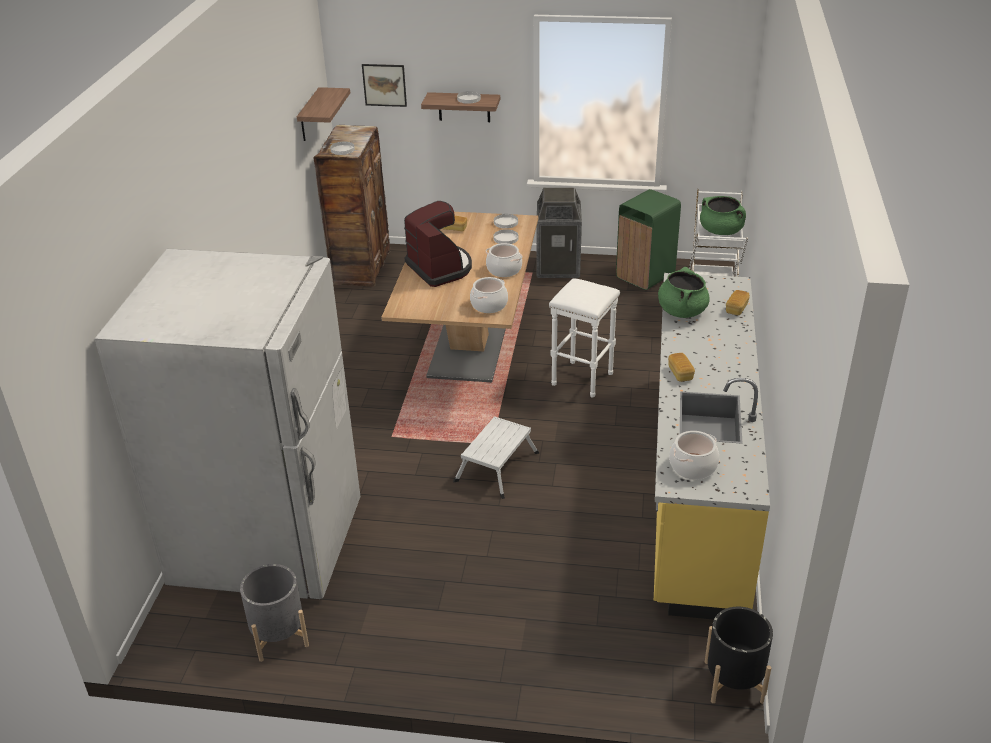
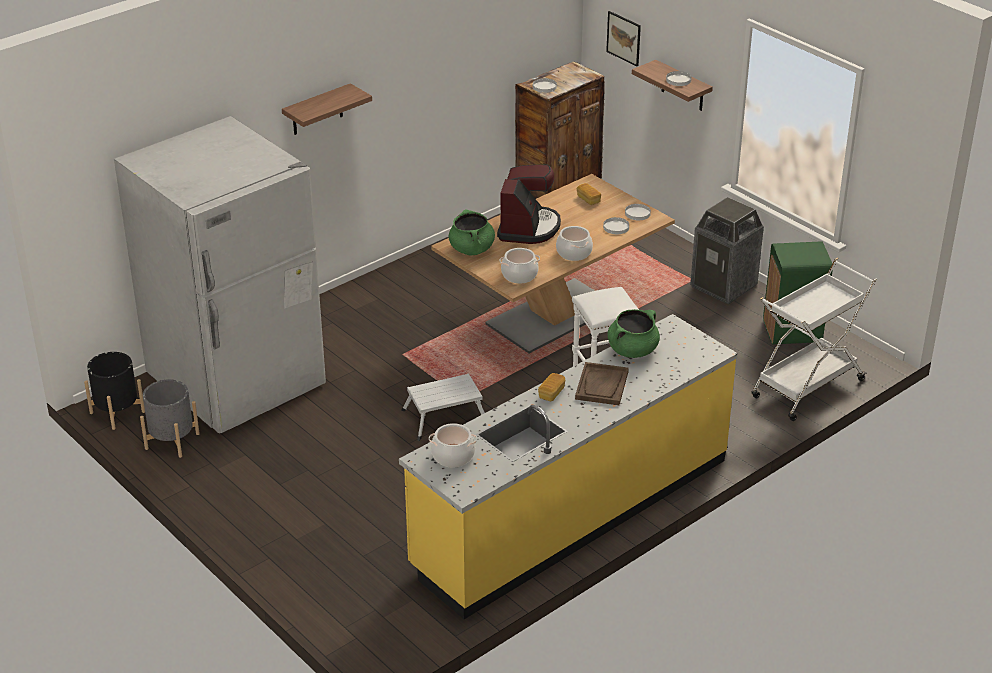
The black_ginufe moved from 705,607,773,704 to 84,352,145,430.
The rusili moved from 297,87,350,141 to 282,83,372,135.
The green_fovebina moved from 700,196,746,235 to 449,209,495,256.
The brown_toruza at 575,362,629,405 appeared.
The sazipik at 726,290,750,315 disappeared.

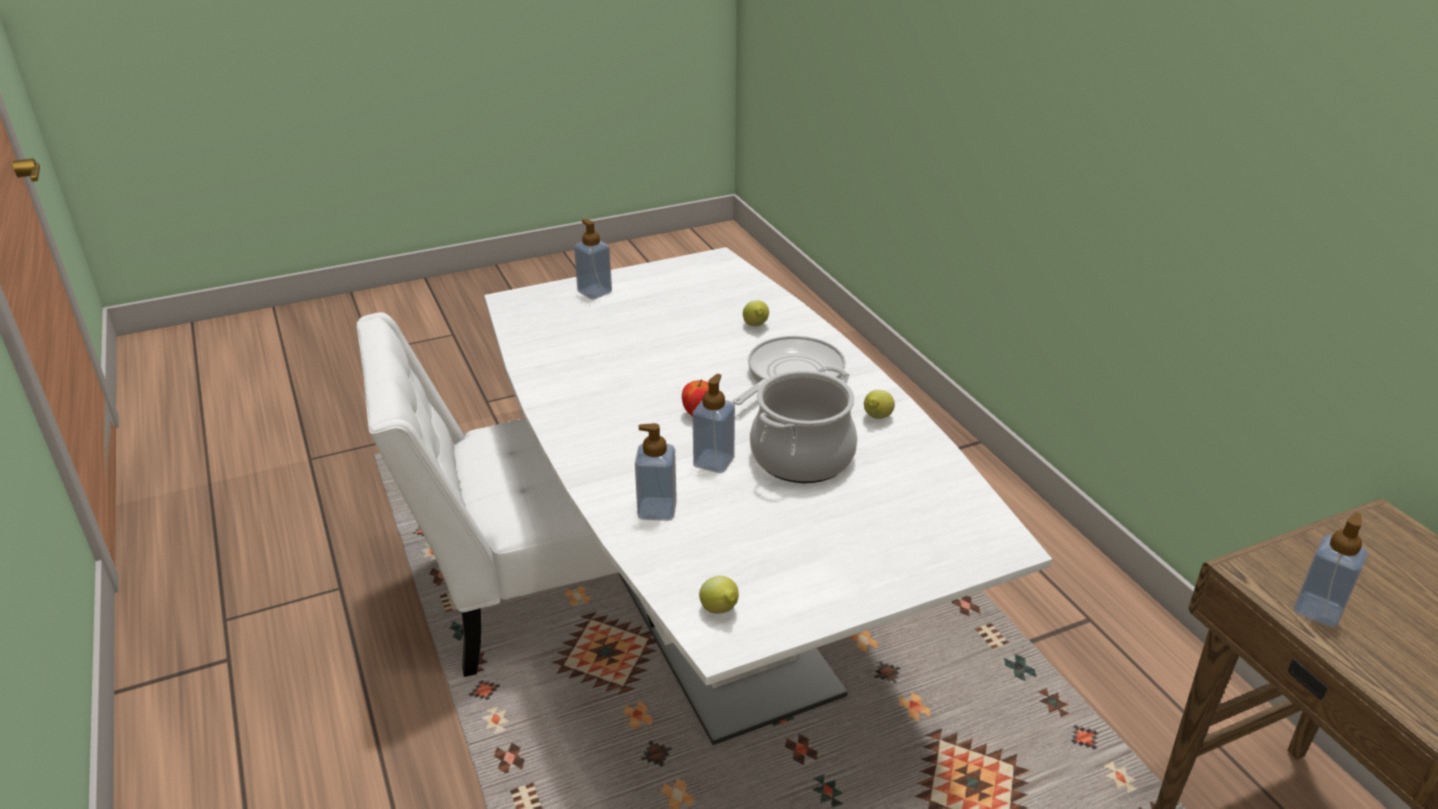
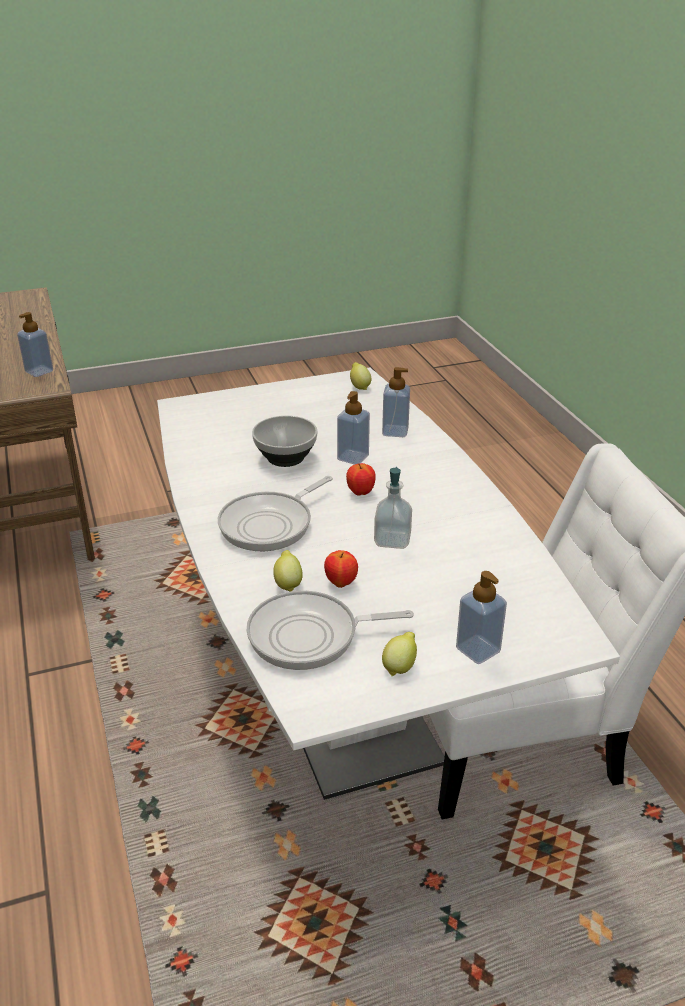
The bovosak at 246,591,414,670 appeared.
The fovebina at 750,366,858,483 was replaced by the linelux at 252,416,318,467.
The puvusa at 324,550,358,588 appeared.
The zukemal at 374,467,412,549 appeared.
The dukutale moved from 864,390,895,419 to 382,632,417,676.

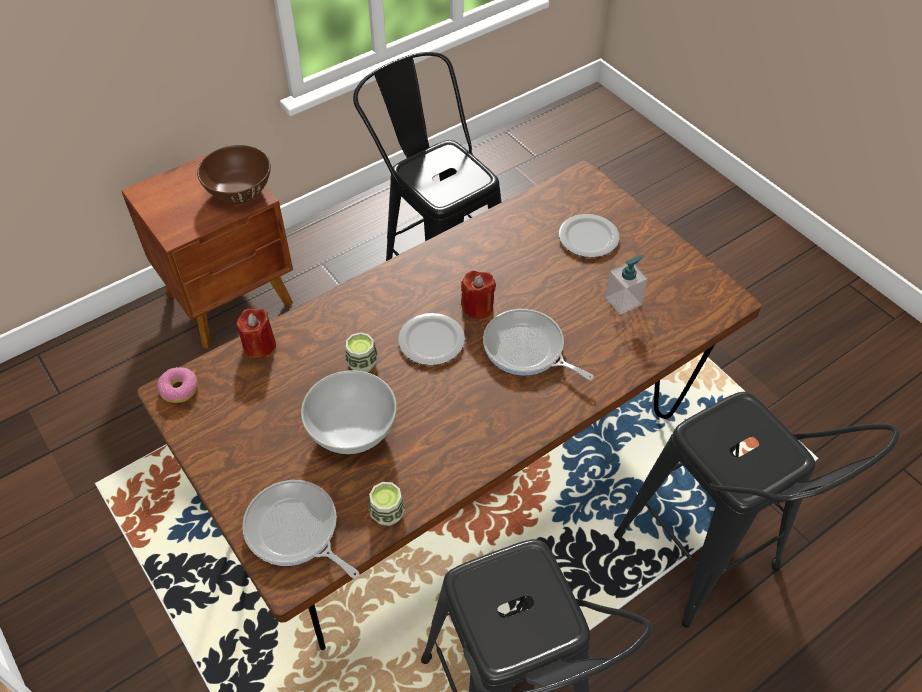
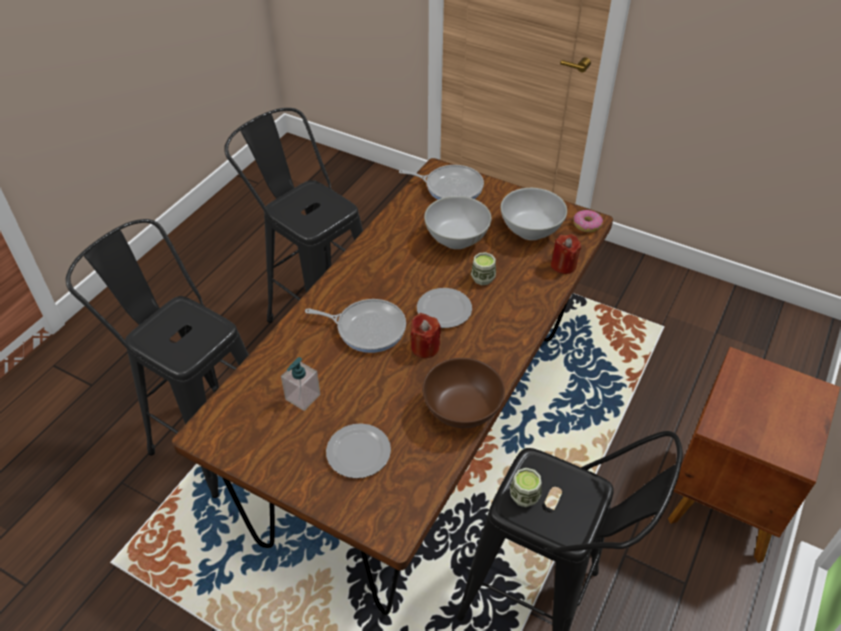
The brown_linelux moved from 197,145,271,204 to 422,358,505,428.
The white_linelux at 501,188,567,240 appeared.
The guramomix moved from 369,482,405,526 to 510,468,542,507.

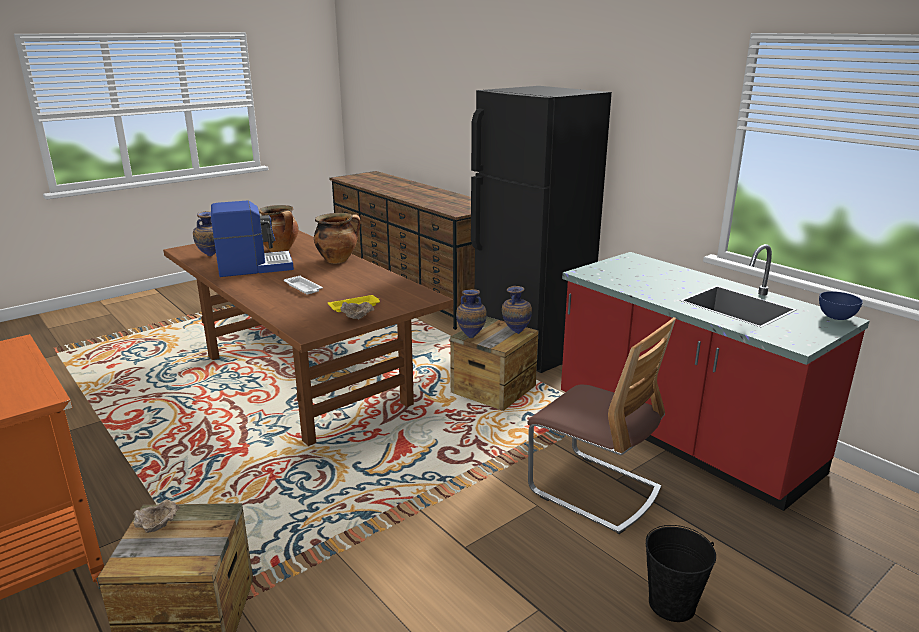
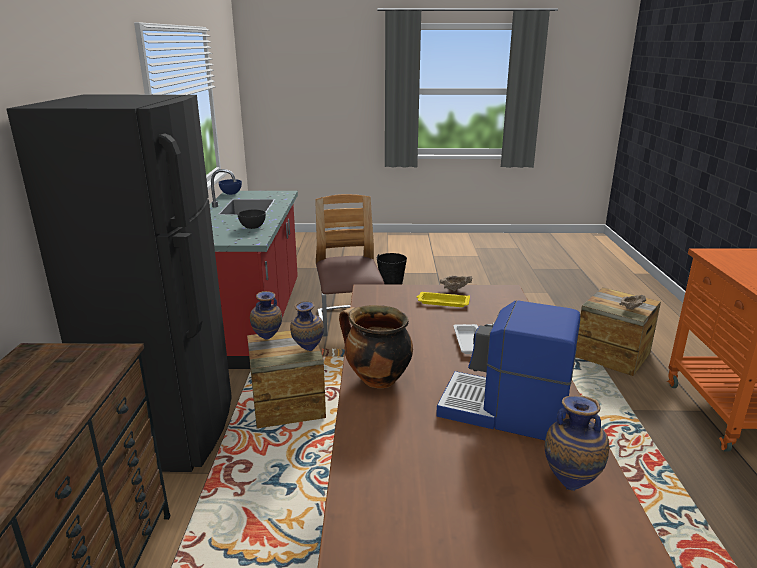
The grey_linelux at 238,209,266,229 appeared.
The fovebina at 259,205,299,252 disappeared.

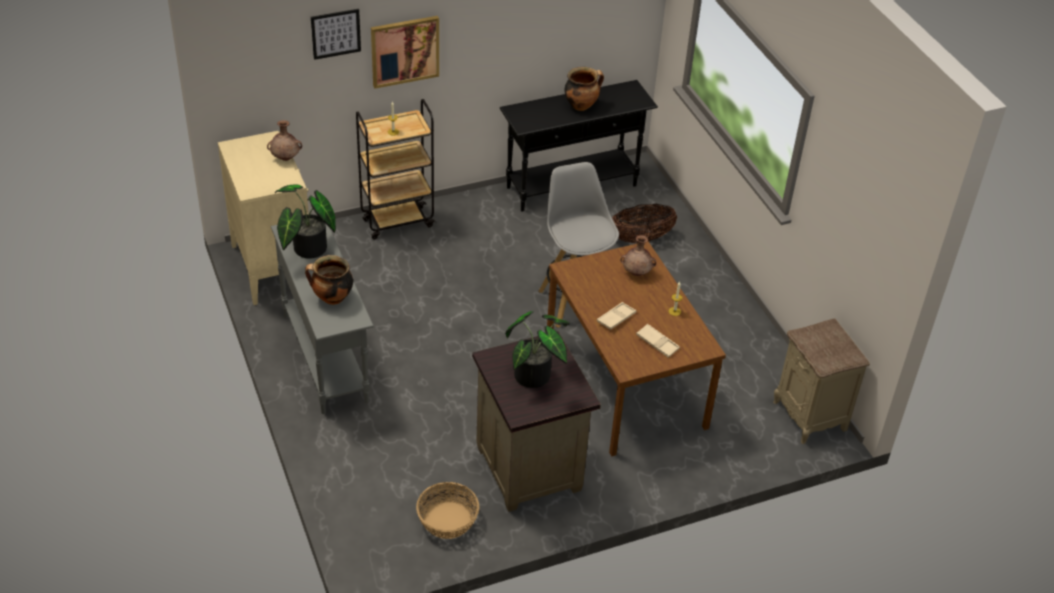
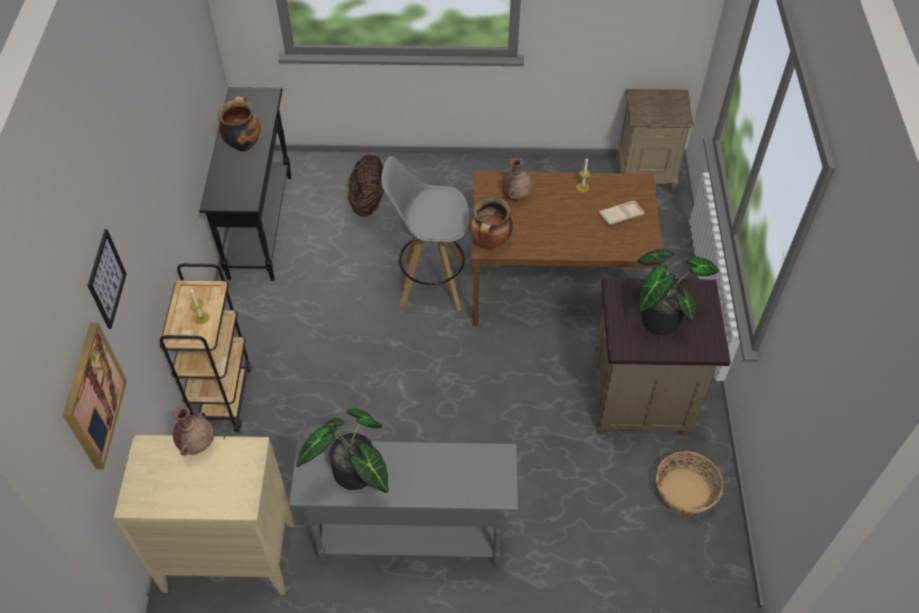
The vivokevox moved from 371,16,439,89 to 63,322,127,469.
The fovebina moved from 305,255,353,305 to 469,198,513,249.
The beige_toruza at 597,302,636,330 disappeared.

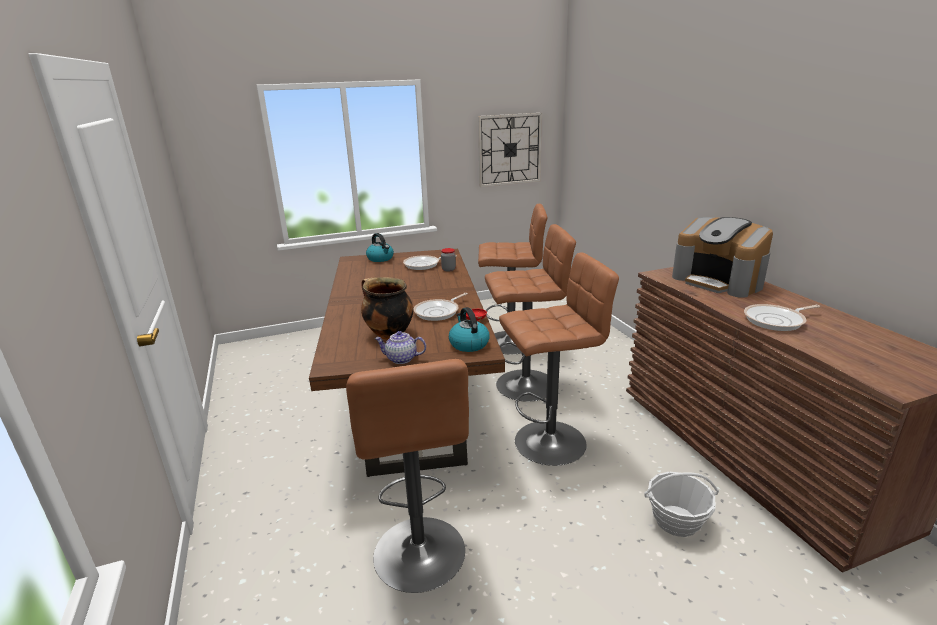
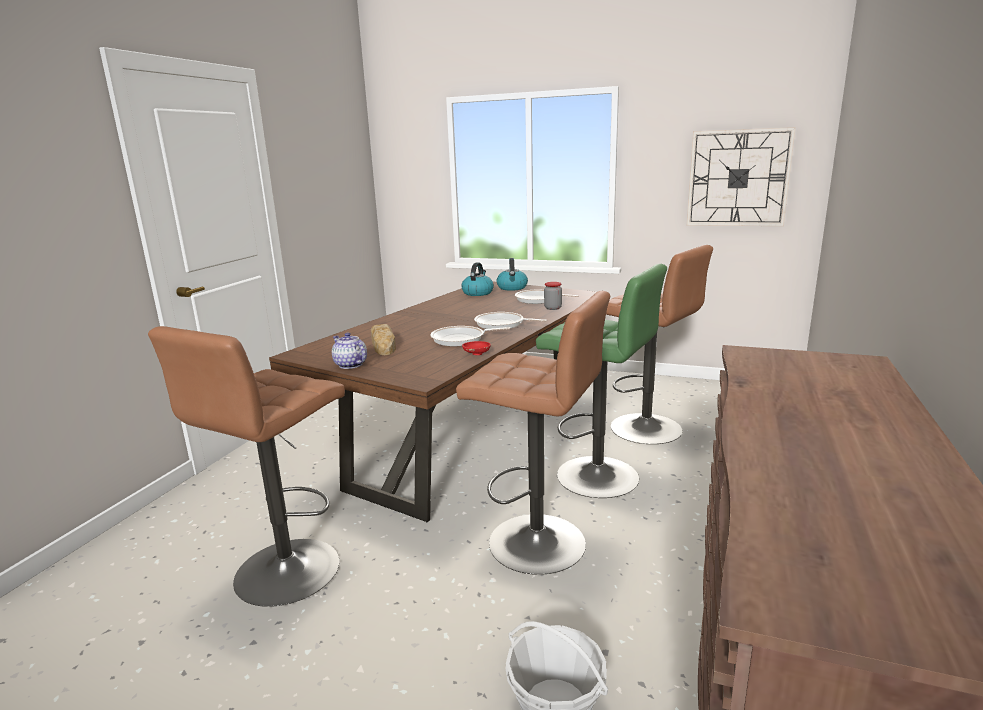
The fovebina at 361,277,413,340 was replaced by the sazipik at 371,324,396,355.
The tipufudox moved from 449,307,490,352 to 461,262,494,296.
The bovosak moved from 744,304,820,331 to 474,312,547,329.
The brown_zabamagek at 485,224,576,402 became the green_zabamagek at 536,264,667,498.
The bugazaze at 672,217,773,298 disappeared.

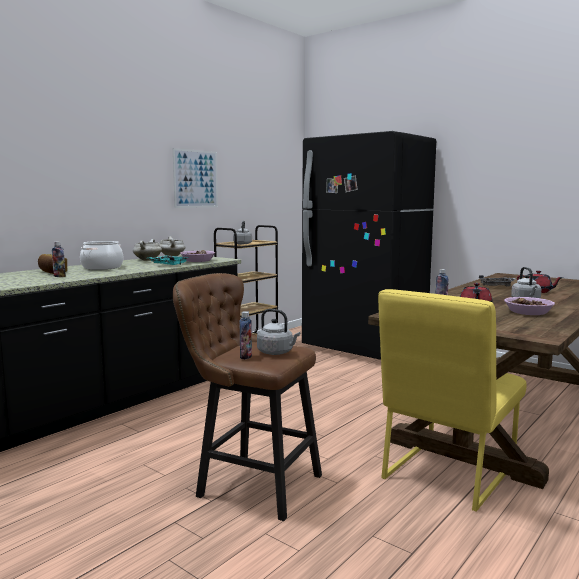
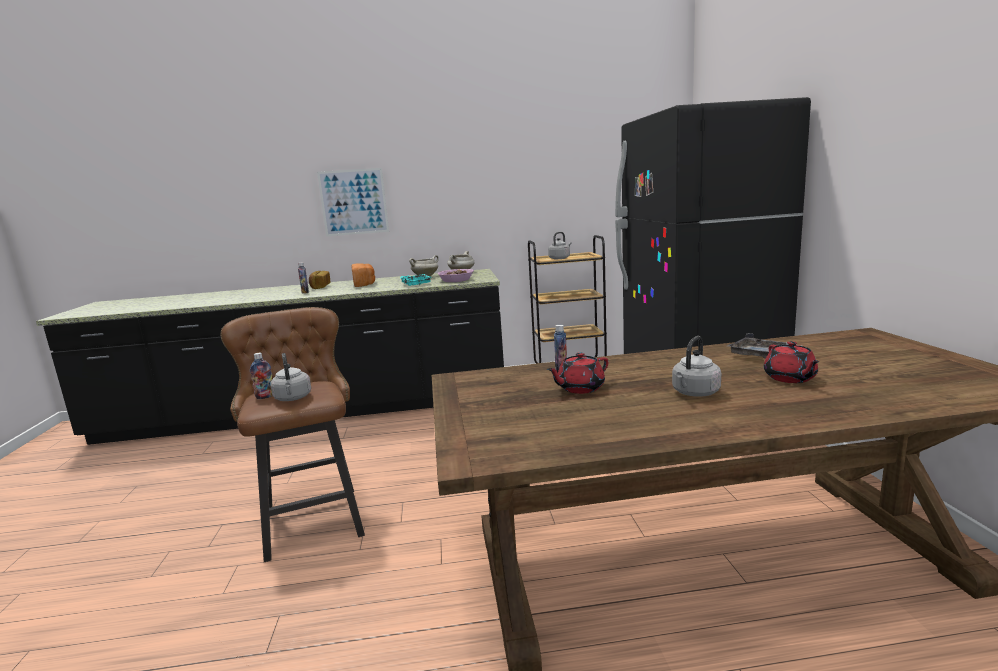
The vivokevox moved from 173,148,218,208 to 317,168,389,236.
The fovebina at 80,241,123,270 was replaced by the sazipik at 351,263,375,287.
The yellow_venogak at 378,289,527,512 disappeared.
The linelux at 504,297,555,315 disappeared.

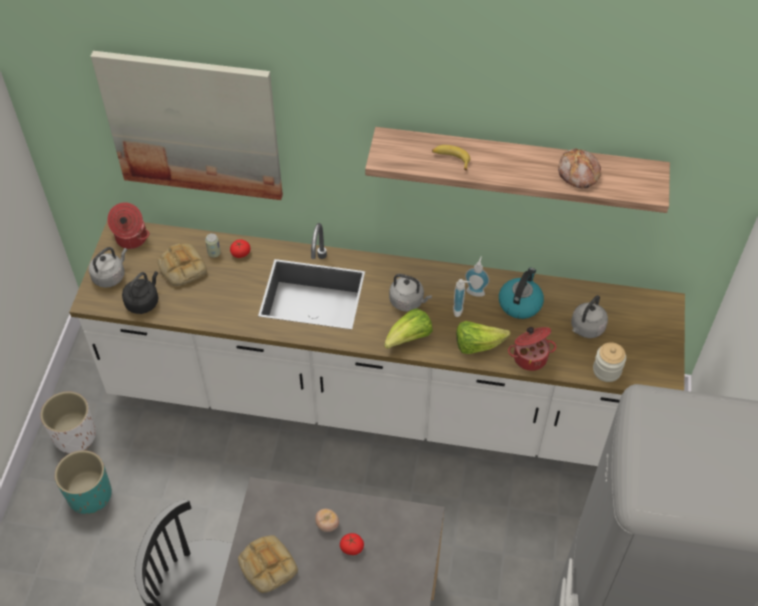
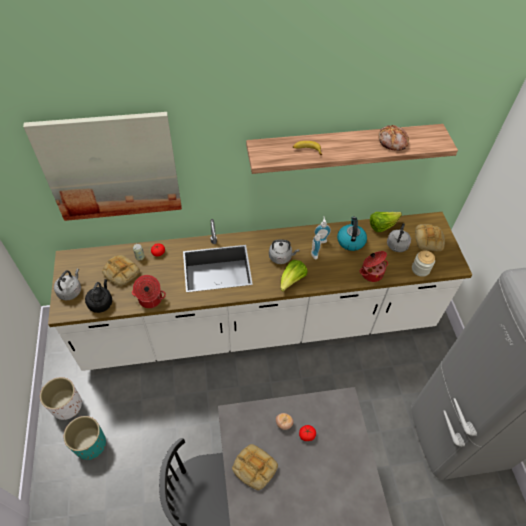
The fovebina moved from 107,202,149,249 to 132,275,166,308.
The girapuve moved from 456,321,510,354 to 370,212,402,232.
The sazipik at 415,224,445,251 appeared.

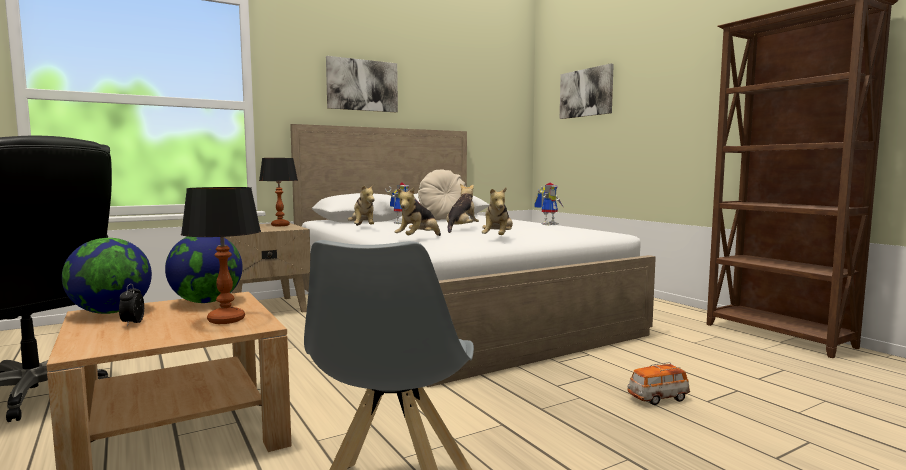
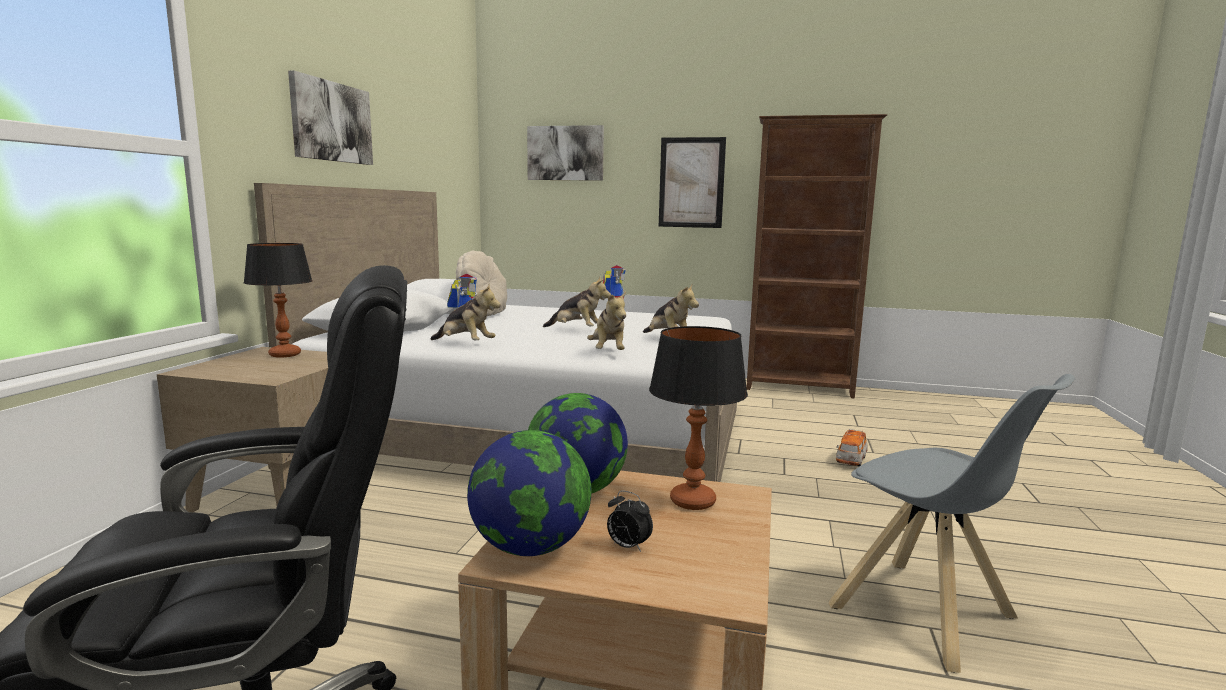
The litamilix at 446,183,479,233 turned 135 degrees clockwise.
The vivokevox at 659,137,726,228 appeared.

